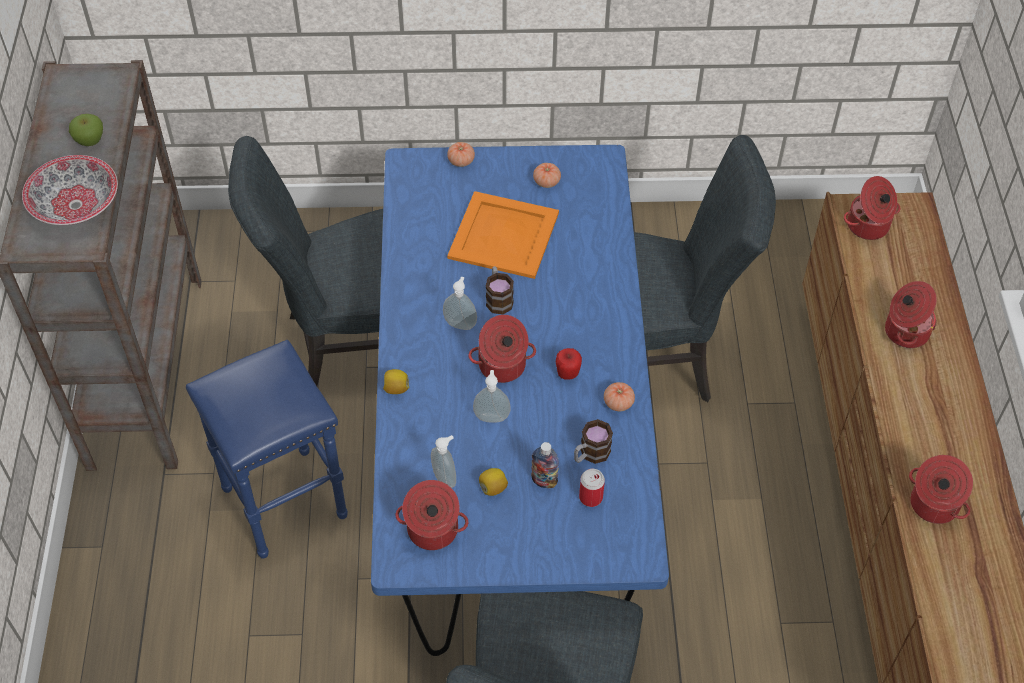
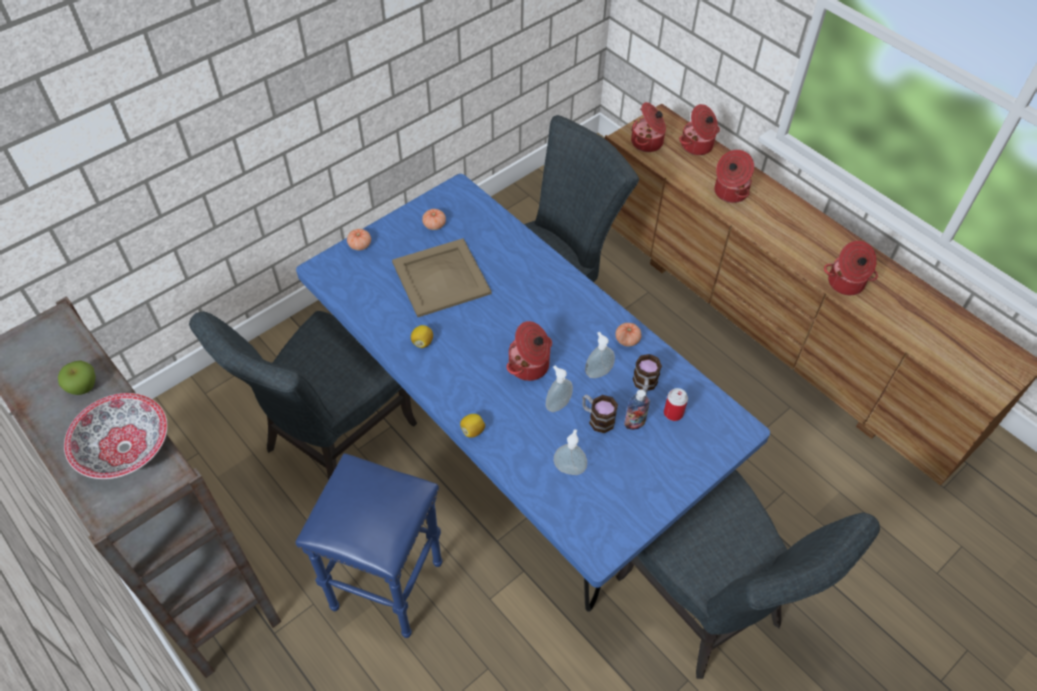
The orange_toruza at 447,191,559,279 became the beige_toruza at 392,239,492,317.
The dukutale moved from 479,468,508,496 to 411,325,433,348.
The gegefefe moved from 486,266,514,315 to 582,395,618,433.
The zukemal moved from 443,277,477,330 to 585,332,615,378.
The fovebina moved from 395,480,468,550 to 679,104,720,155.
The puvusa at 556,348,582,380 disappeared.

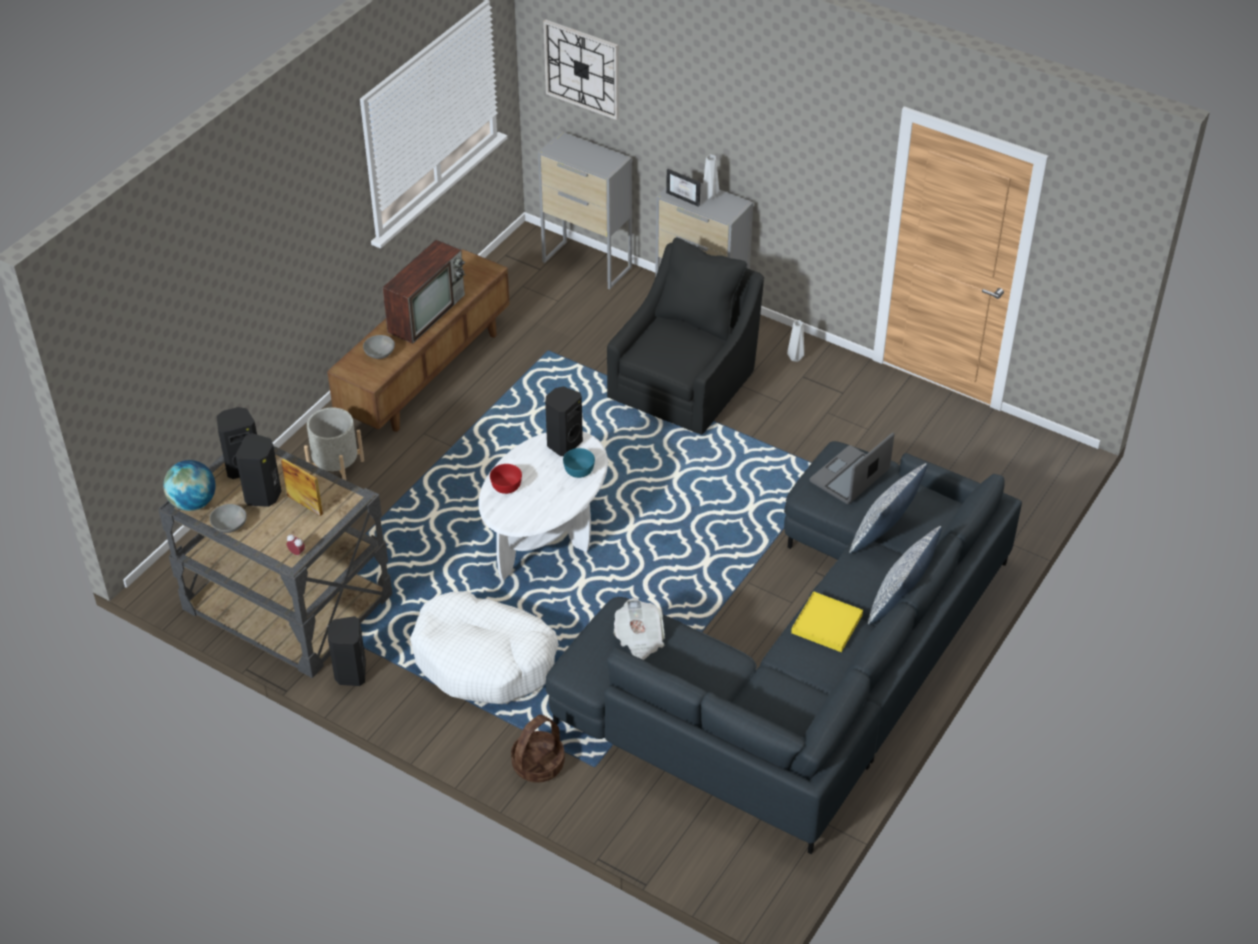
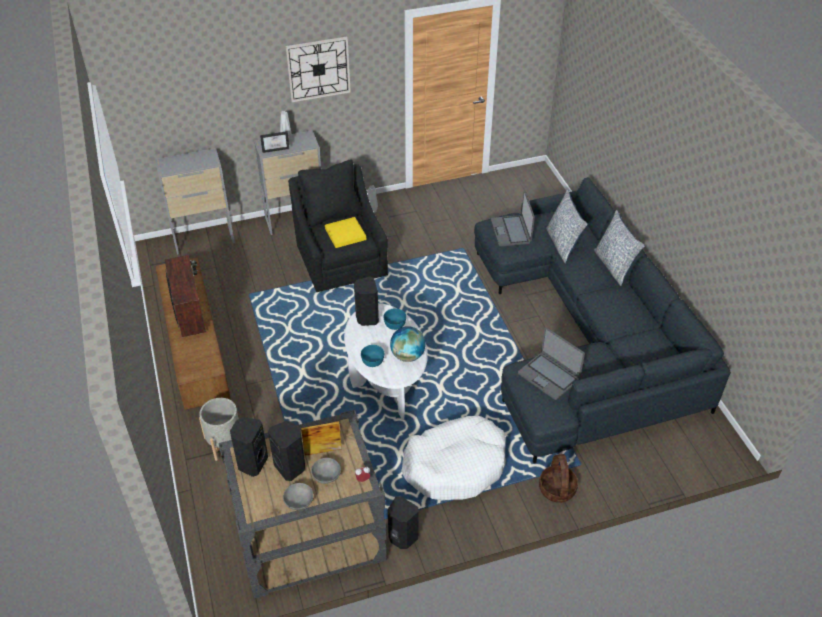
The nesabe moved from 543,19,619,120 to 286,37,351,102.
The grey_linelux moved from 363,335,395,359 to 311,458,341,484.
The yellow_toruza moved from 791,591,863,652 to 325,217,366,248.
The red_linelux at 490,464,522,494 became the turquoise_linelux at 361,345,384,367.
The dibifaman moved from 163,460,216,511 to 390,326,426,362.
The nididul at 613,598,665,660 was replaced by the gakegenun at 518,327,585,400.

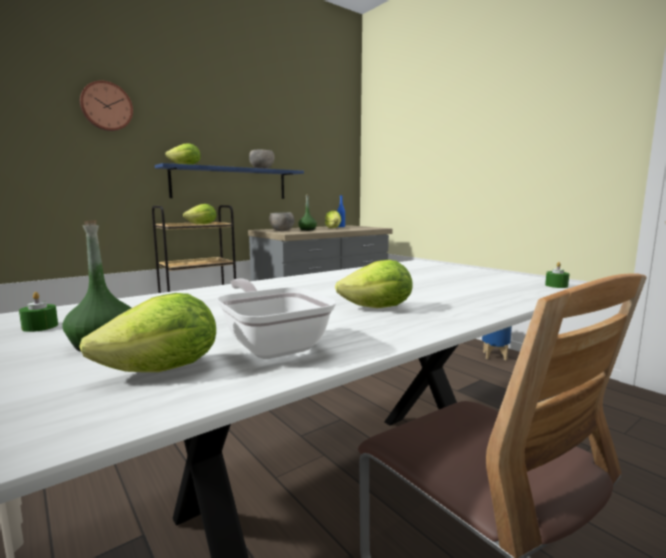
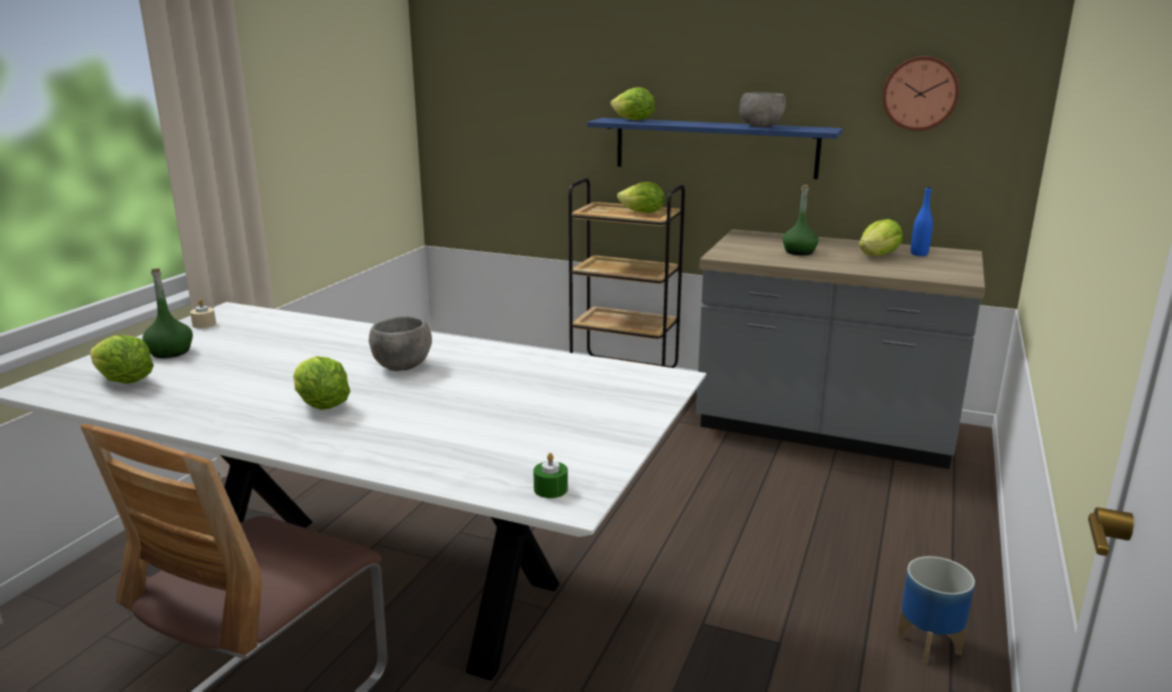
The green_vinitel at 19,292,58,332 became the beige_vinitel at 190,299,216,328.
The grey_linelux moved from 269,213,294,231 to 369,316,432,371.
The nesabe moved from 80,81,133,131 to 883,56,959,131.
The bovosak at 217,278,336,359 disappeared.

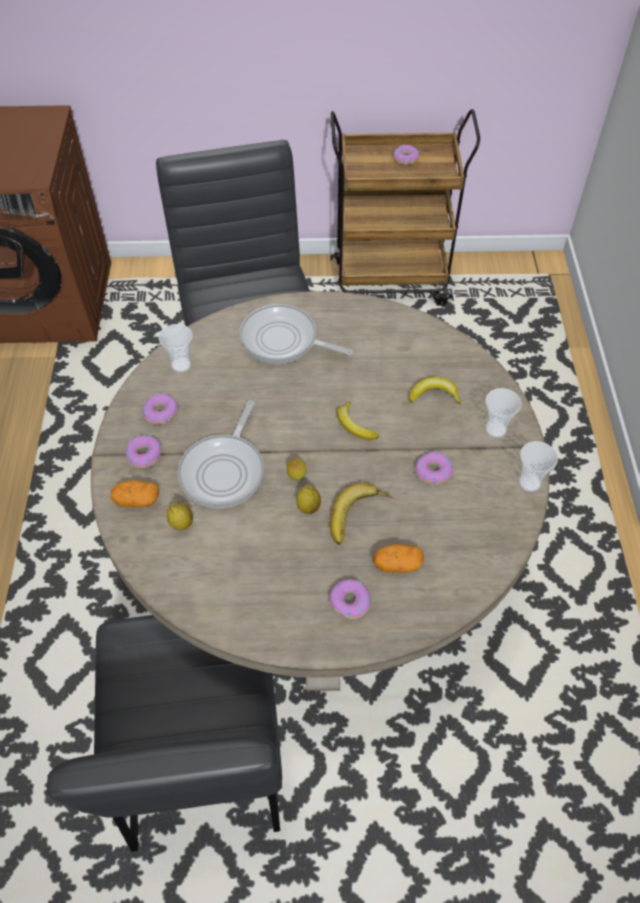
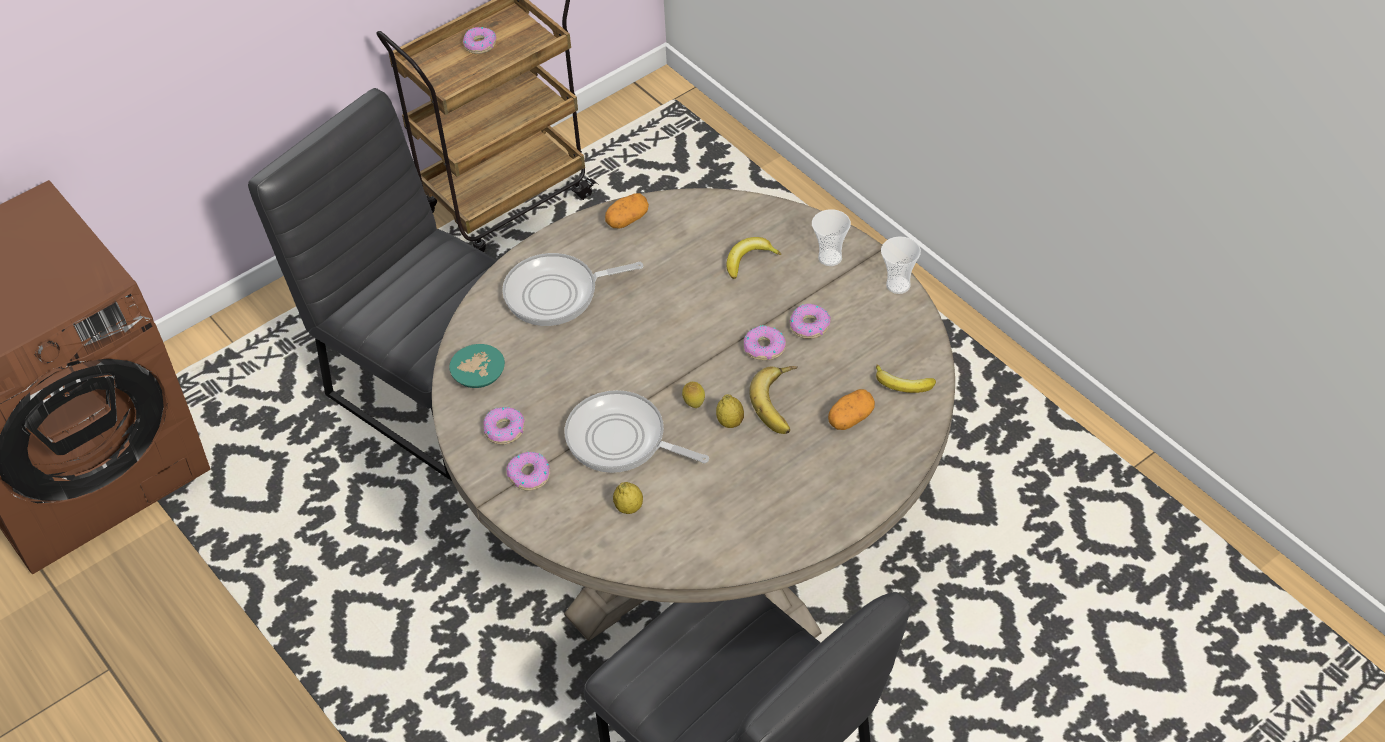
The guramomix at 159,324,192,372 was replaced by the turquoise_linelux at 449,344,505,388.
The bovosak at 178,400,264,509 turned 135 degrees clockwise.
The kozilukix moved from 111,480,159,507 to 605,193,649,228.
The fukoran moved from 329,579,371,619 to 744,325,786,360.
The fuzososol moved from 337,401,379,440 to 876,365,936,393.

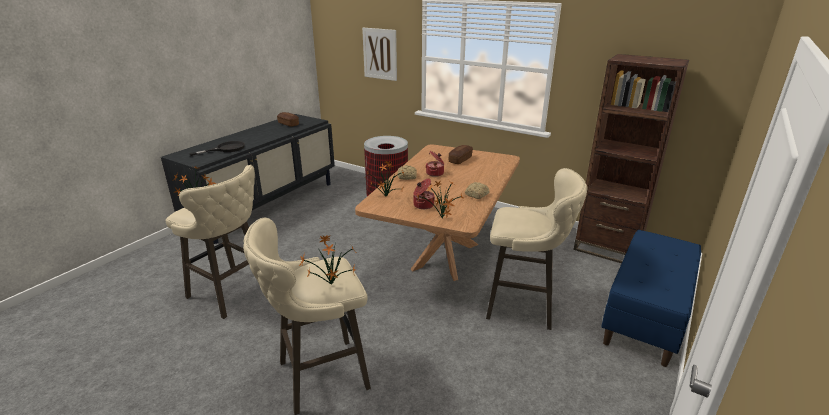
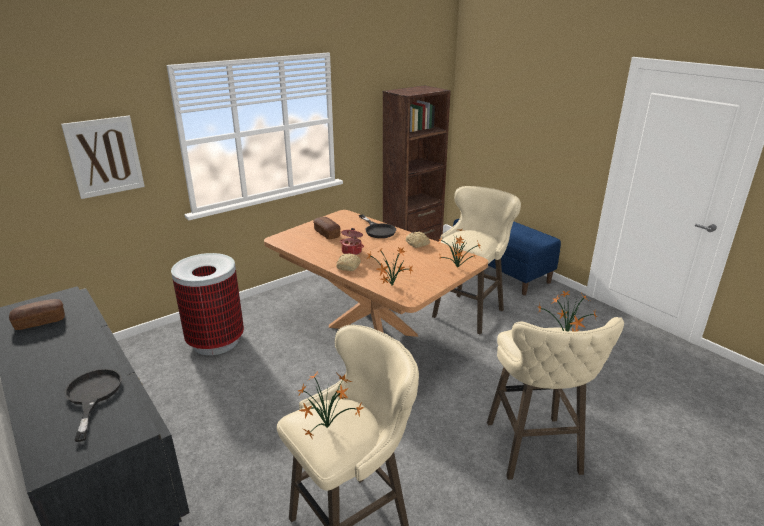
The black_bovosak at 359,214,396,238 appeared.
The fovebina at 414,178,435,209 disappeared.

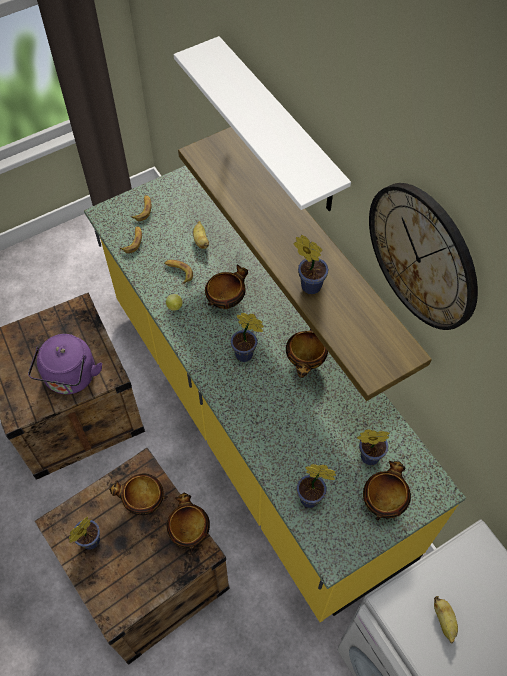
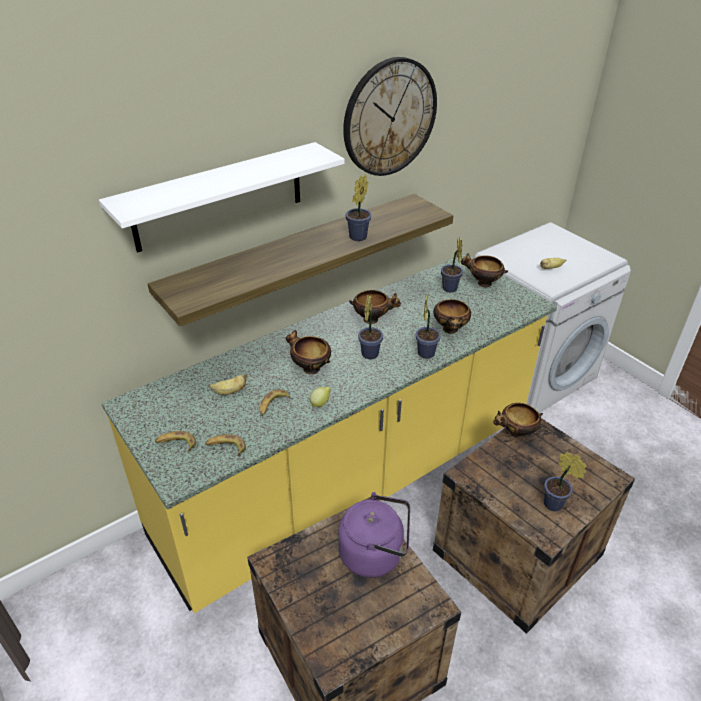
The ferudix moved from 297,464,336,508 to 416,296,441,359.
The linelux moved from 109,473,168,515 to 433,299,471,334.

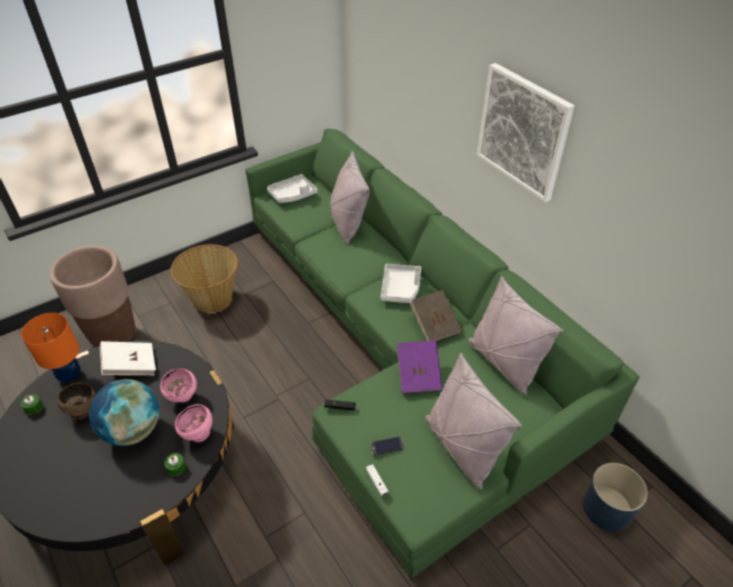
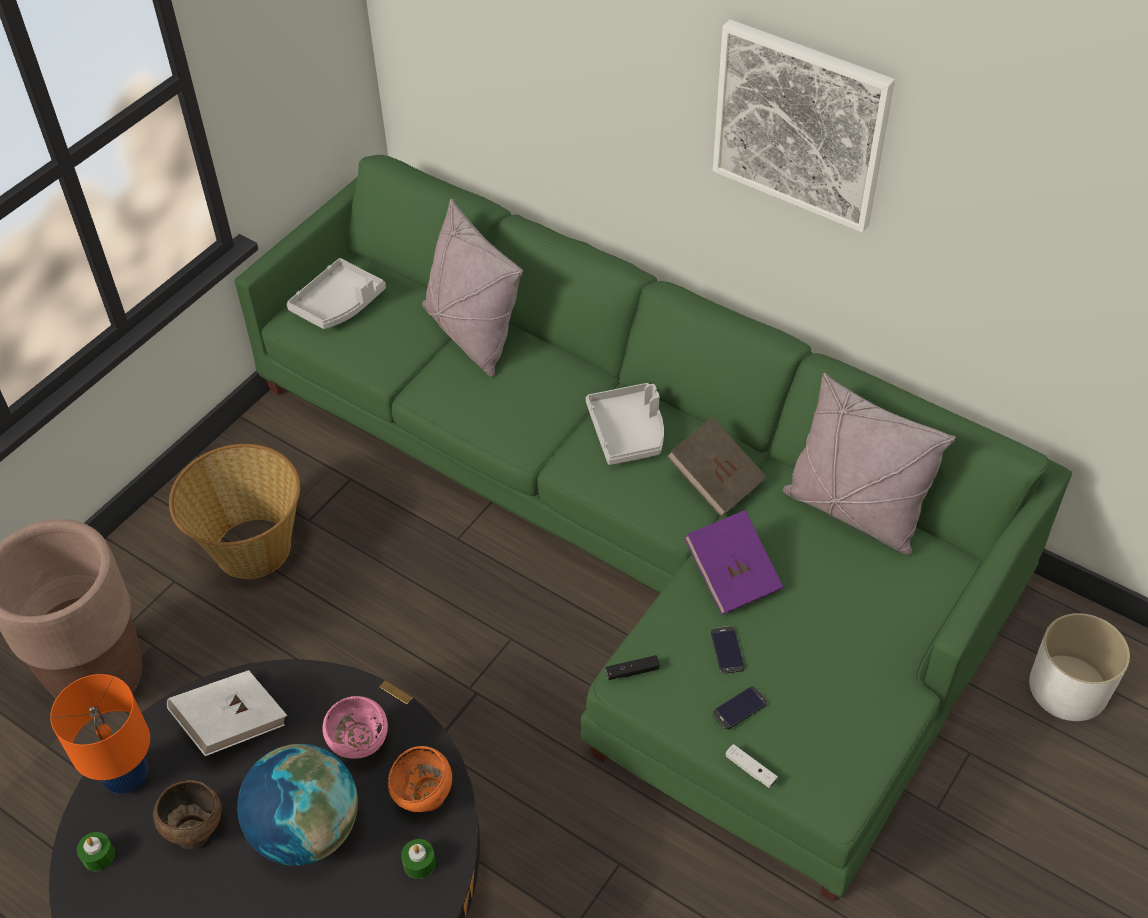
The pink_linelux at 175,404,212,442 became the orange_linelux at 388,746,452,812.
The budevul at 711,626,745,674 appeared.
The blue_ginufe at 583,463,648,531 became the white_ginufe at 1029,613,1130,721.
The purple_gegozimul at 425,353,522,490 disappeared.

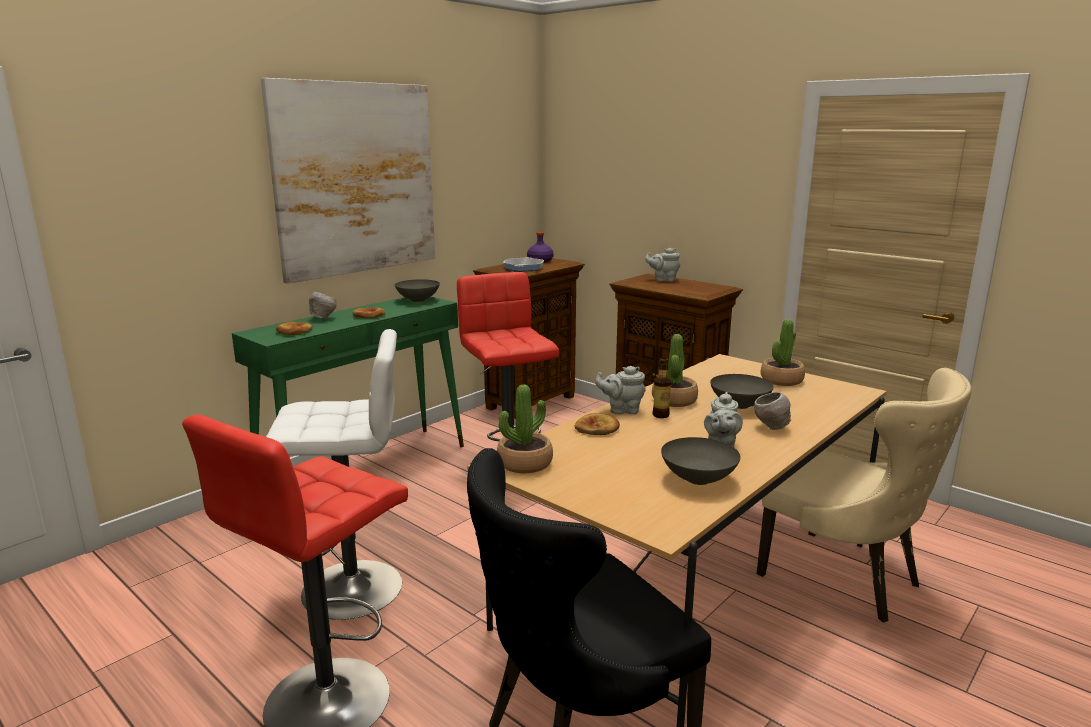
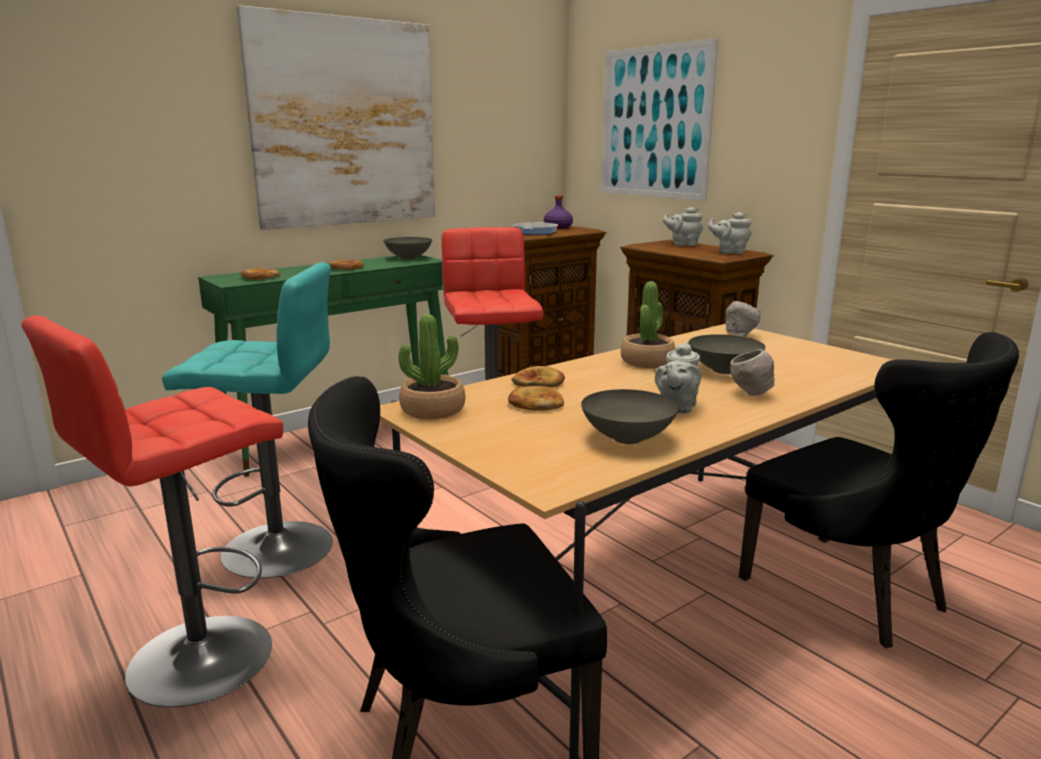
The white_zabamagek at 266,329,402,620 became the turquoise_zabamagek at 162,263,333,578.
The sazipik at 508,386,564,411 appeared.
The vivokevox at 601,38,719,201 appeared.
The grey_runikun moved from 595,366,646,414 to 708,212,751,254.
The grey_linelux moved from 309,292,336,319 to 726,301,761,337.
The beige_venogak at 757,368,971,622 became the black_venogak at 739,332,1019,648.
The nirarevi at 653,357,671,418 disappeared.
The ferudix at 761,319,805,386 disappeared.

